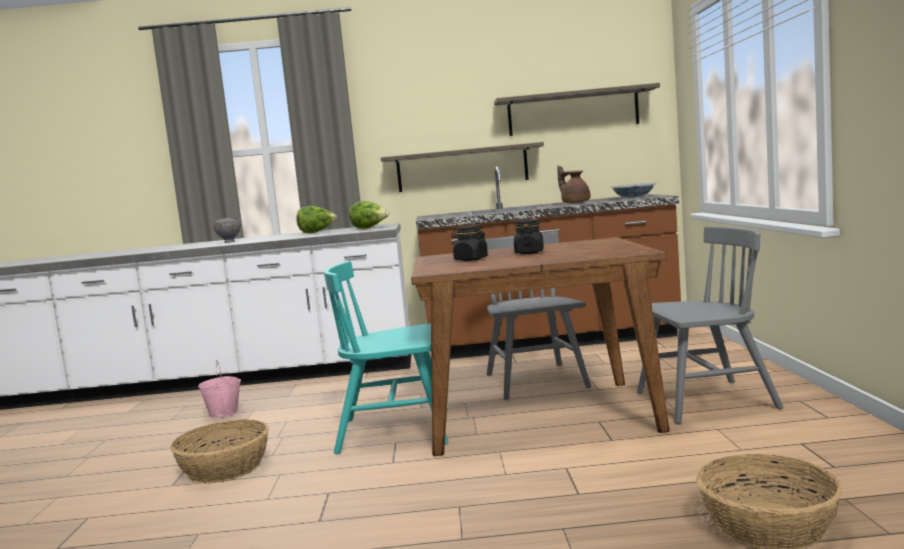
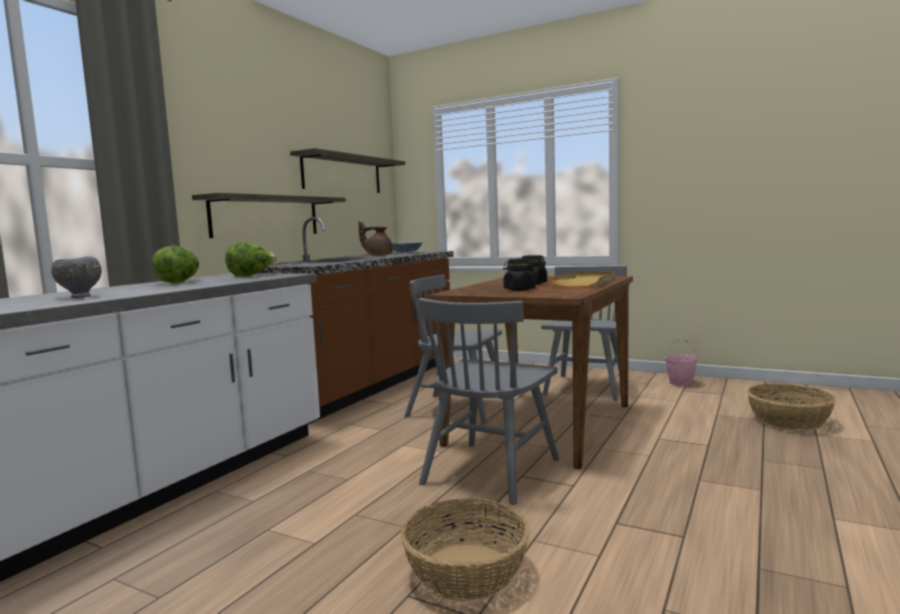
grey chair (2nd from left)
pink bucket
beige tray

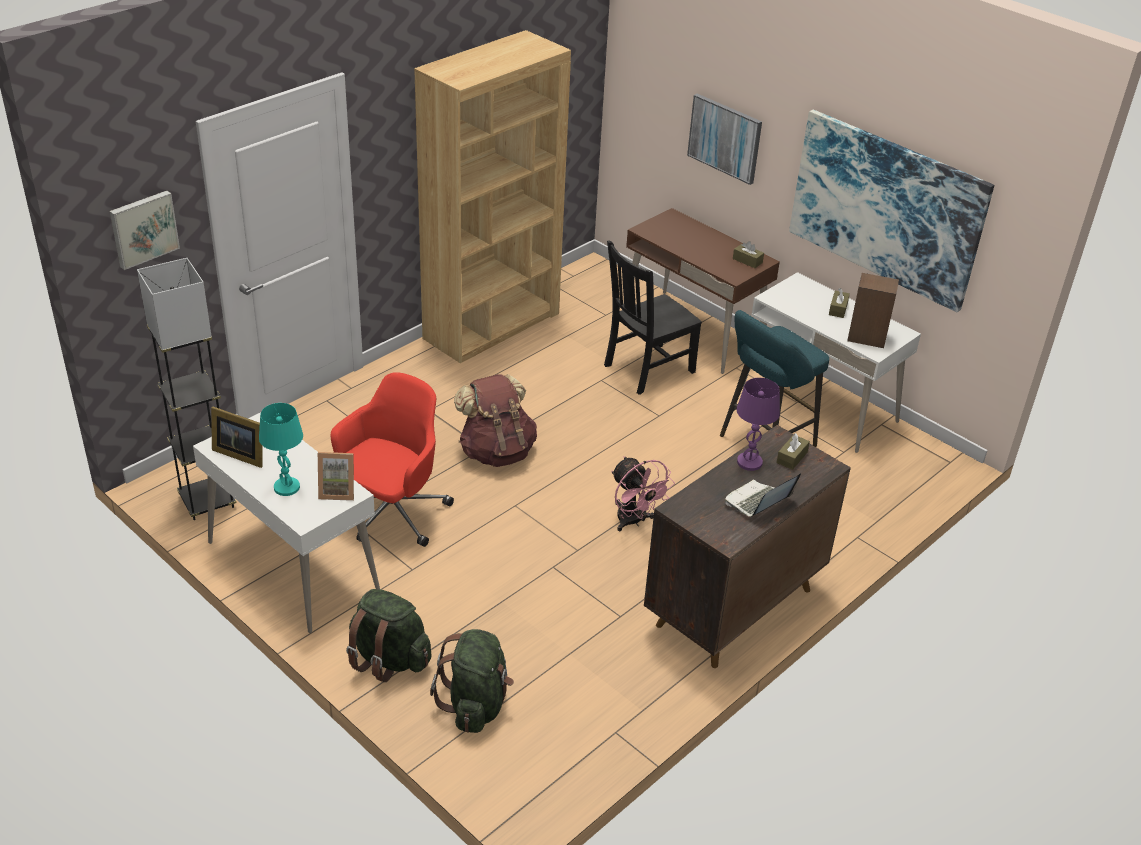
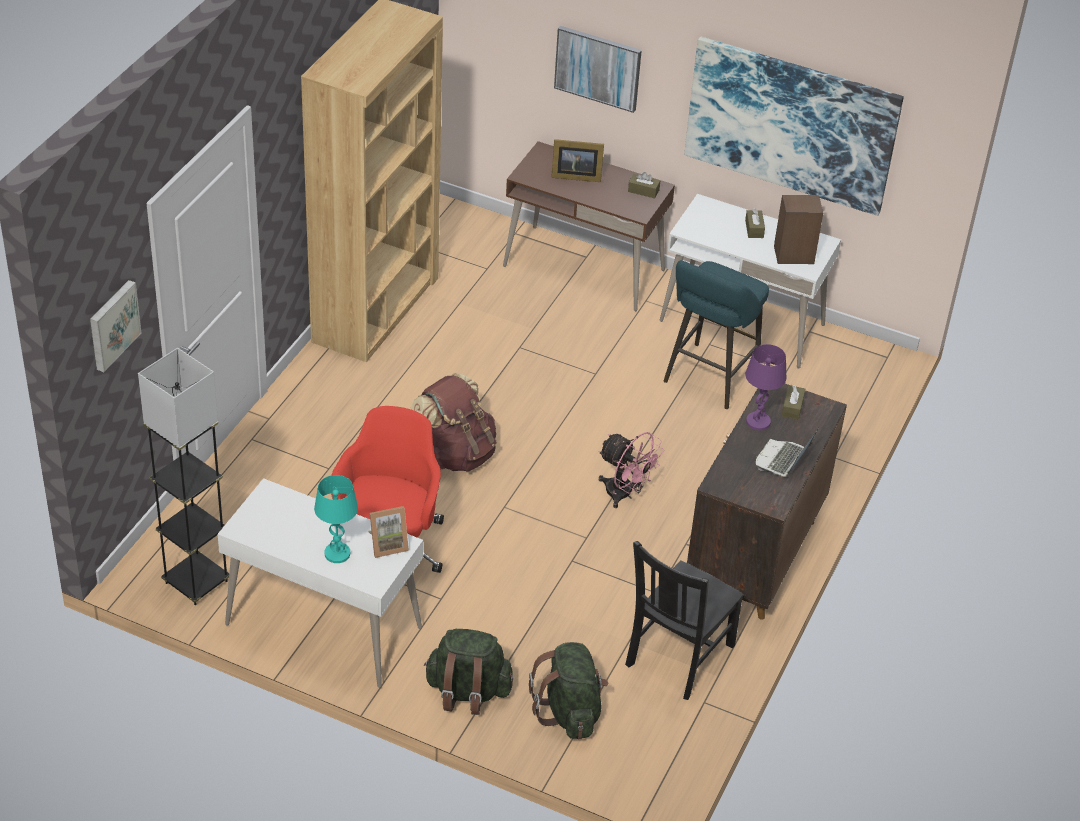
black chair
picture frame (2nd from left)

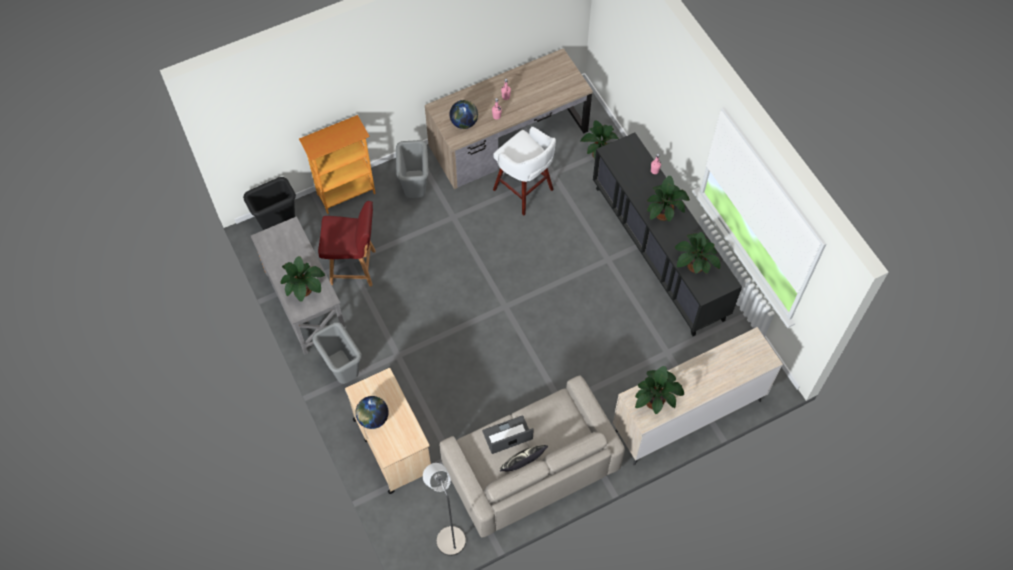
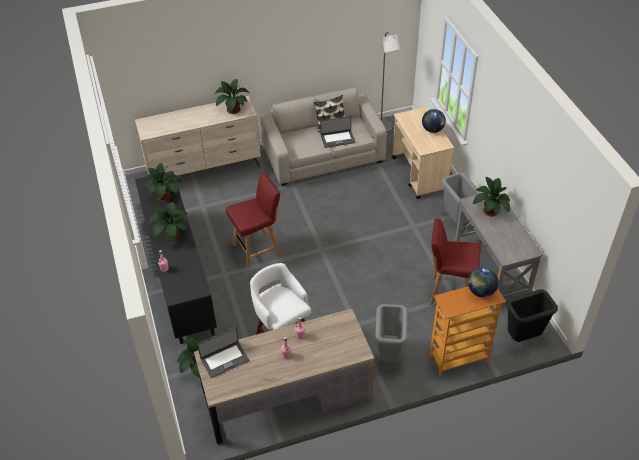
globe (2nd from left)
red chair (1st from left)
laptop (1st from left)

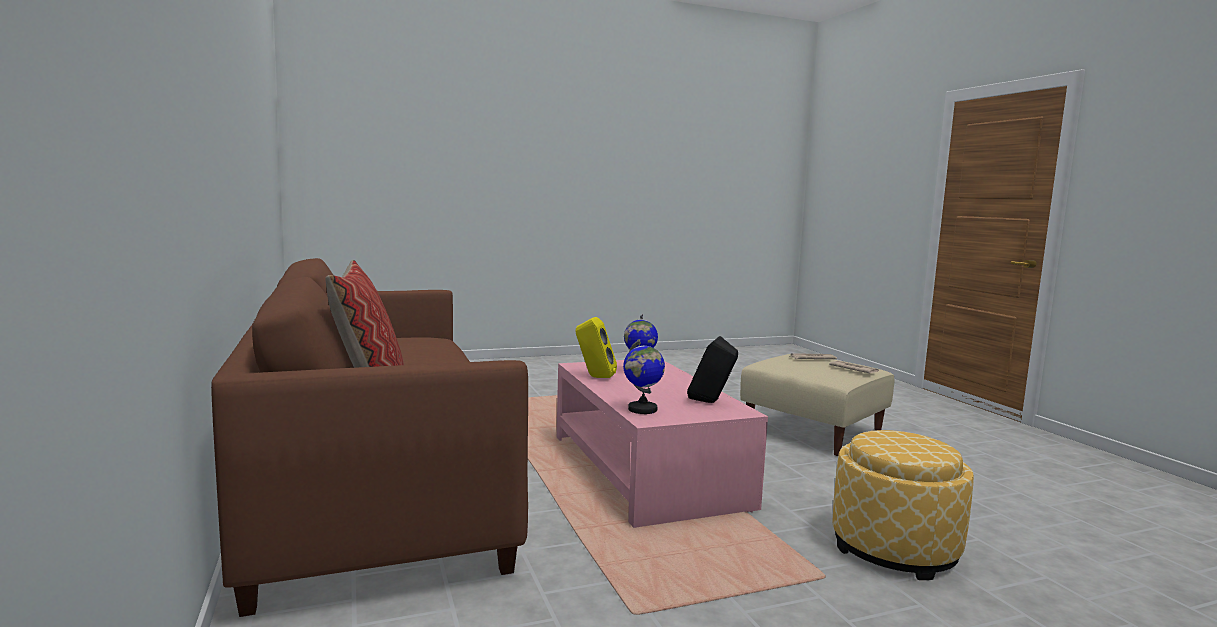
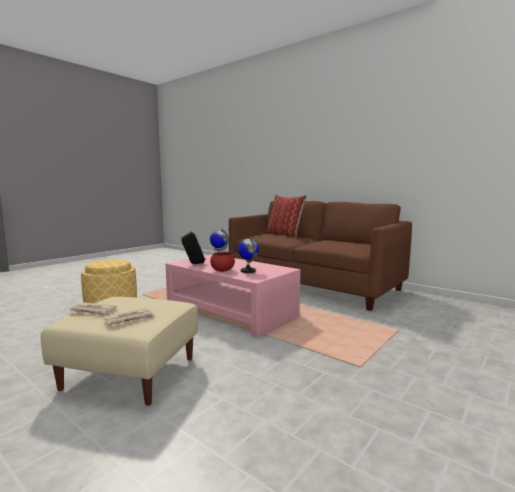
yellow speaker
red bowl

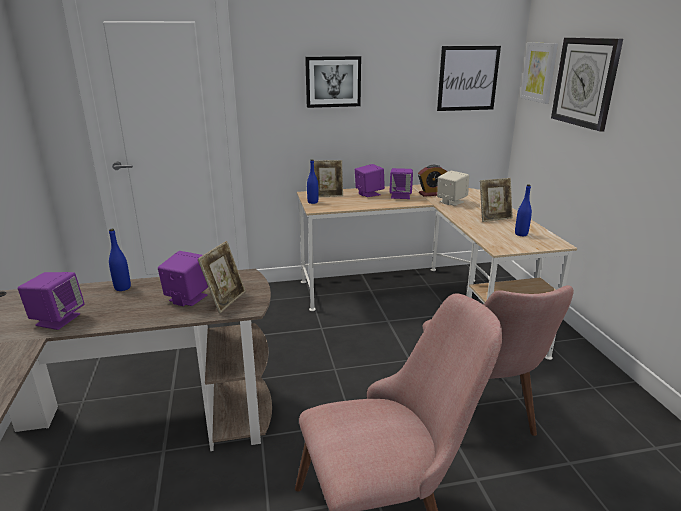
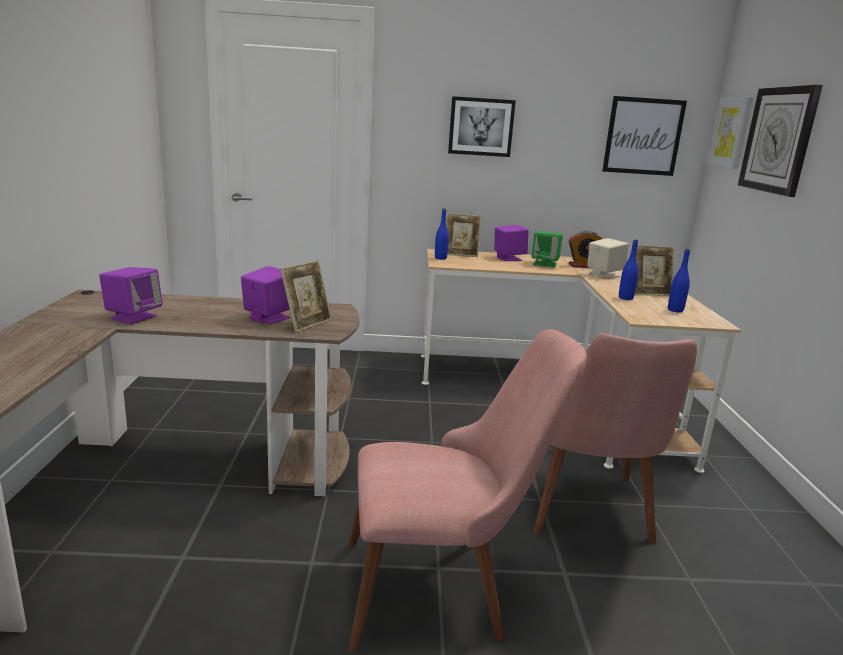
green speaker
blue bottle (2nd from left)

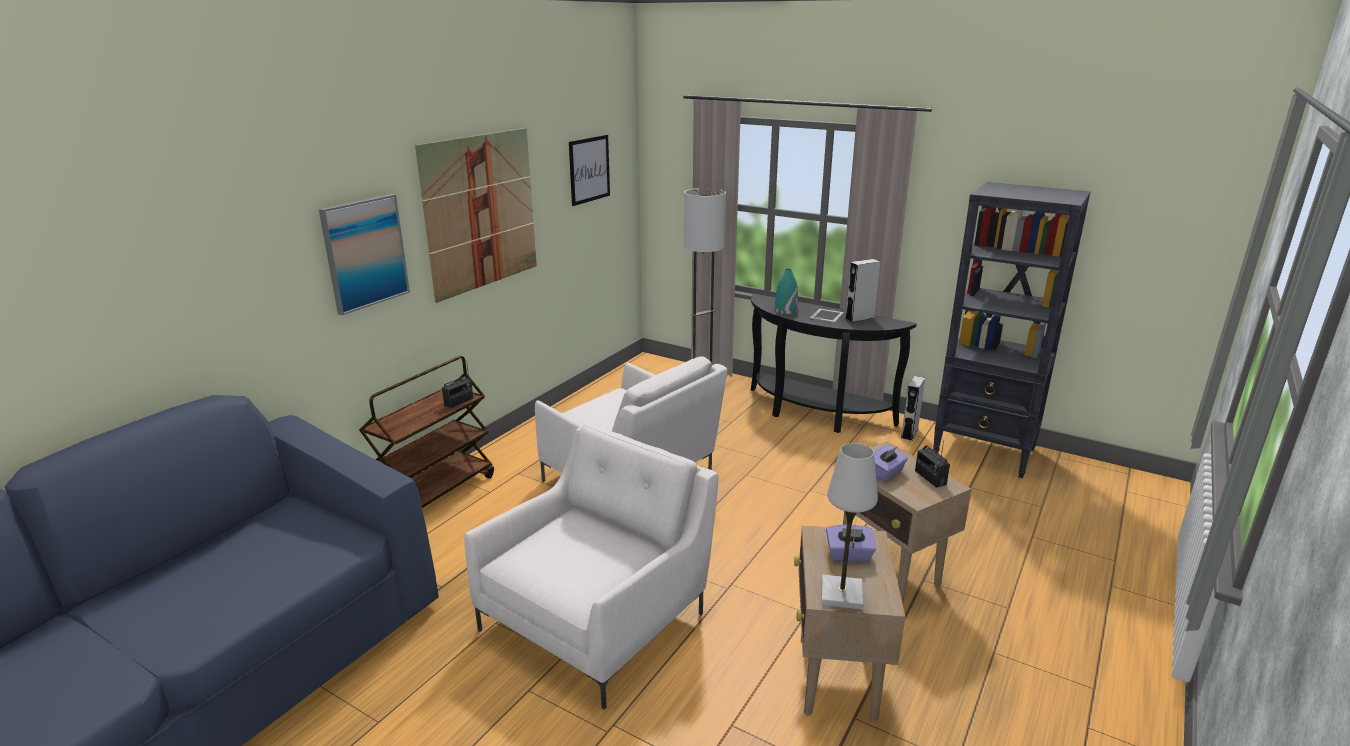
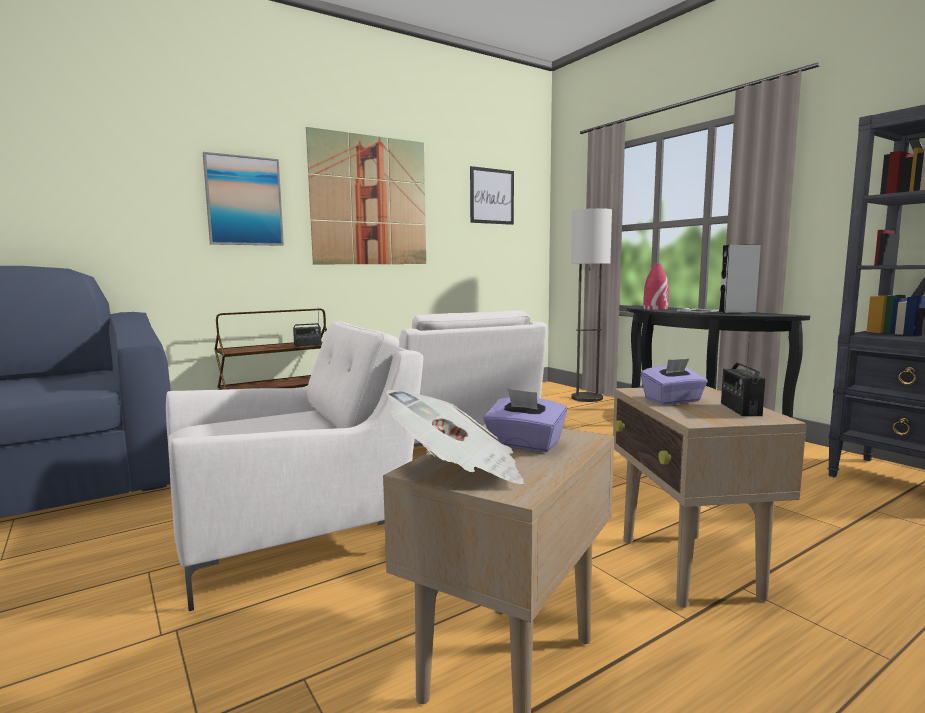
red vase
grey speaker (2nd from left in the first image)
newspaper

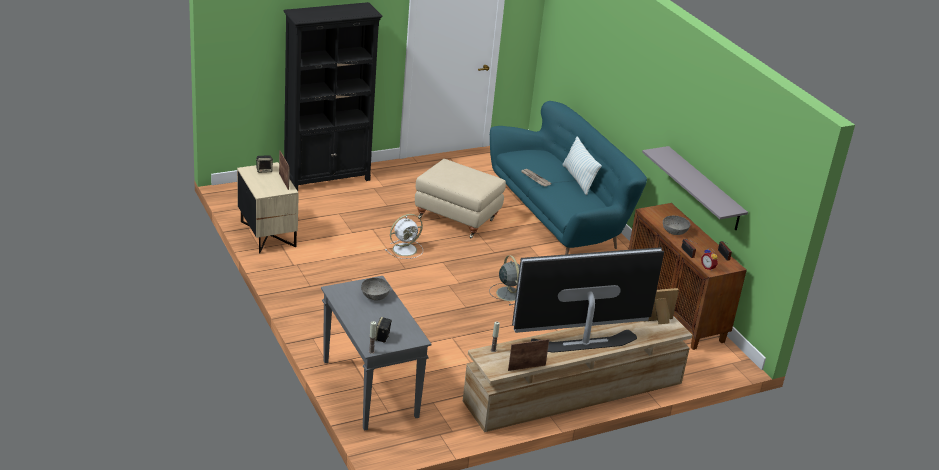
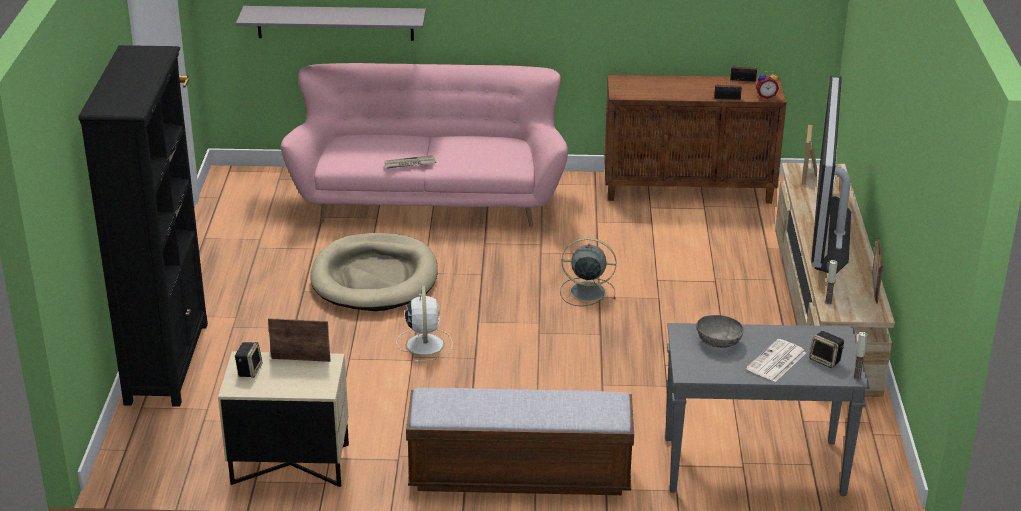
pink sofa
pillow
grey shelf
beige dog bed
grey bowl (2nd from left in the first image)
newspaper (2nd from left)
bench

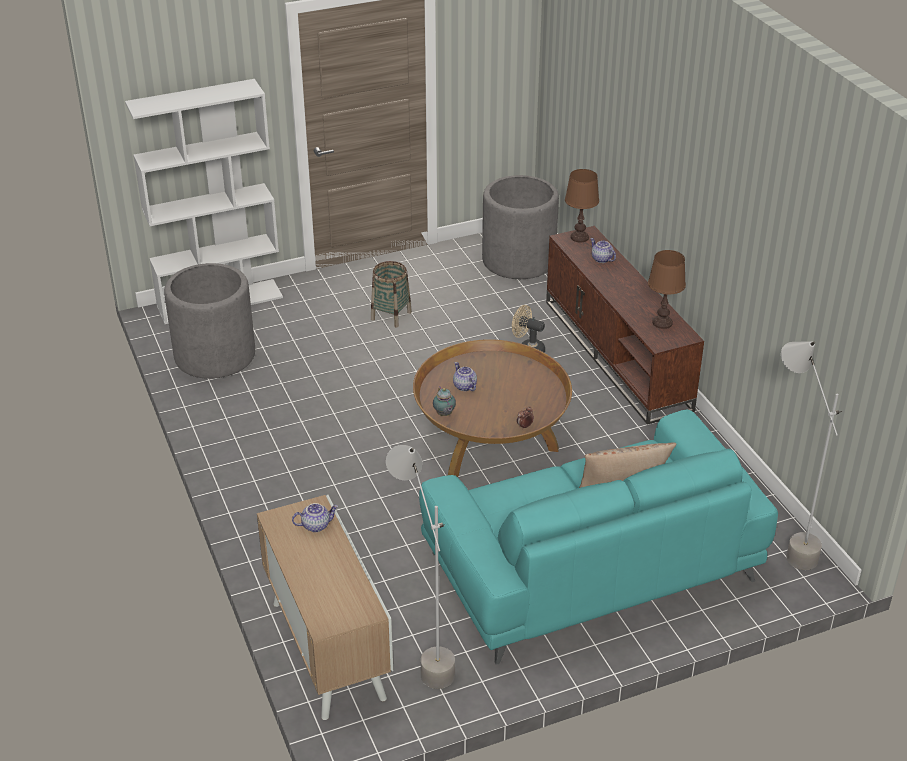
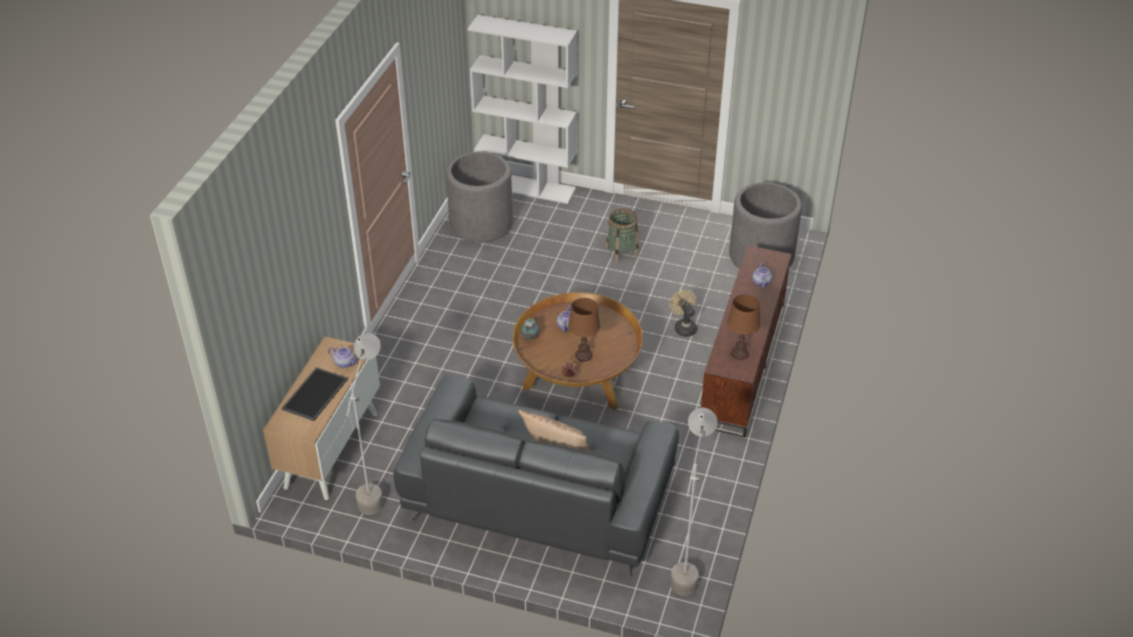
brown table lamp (1st from left)
grey sofa
tray

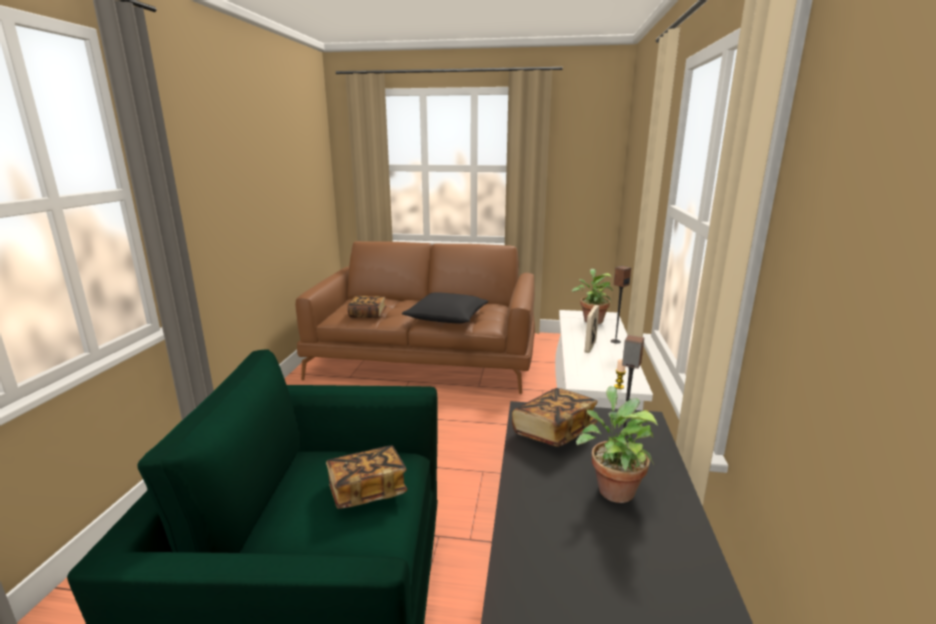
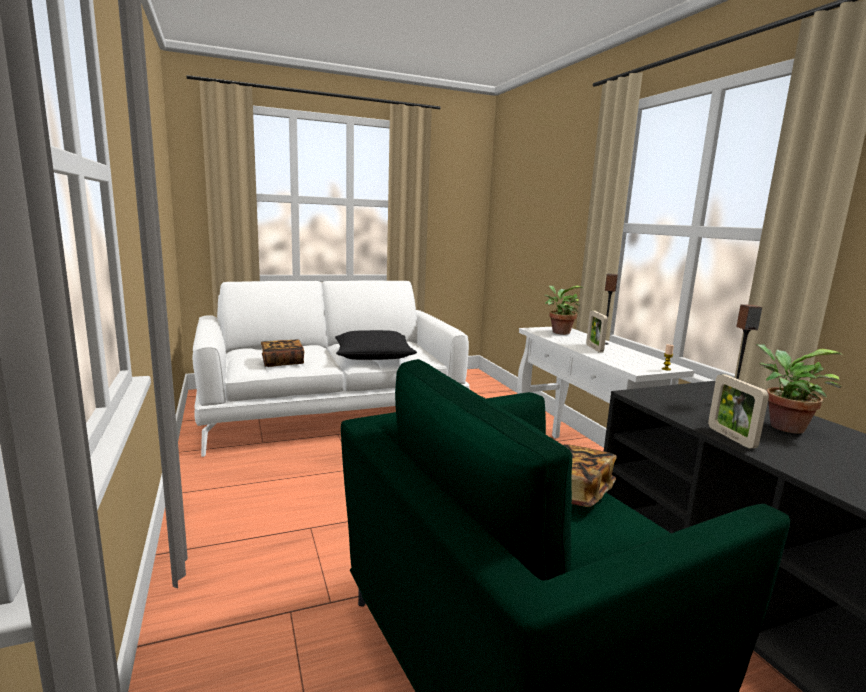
white sofa
book (3rd from left in the first image)
picture frame (2nd from left)

